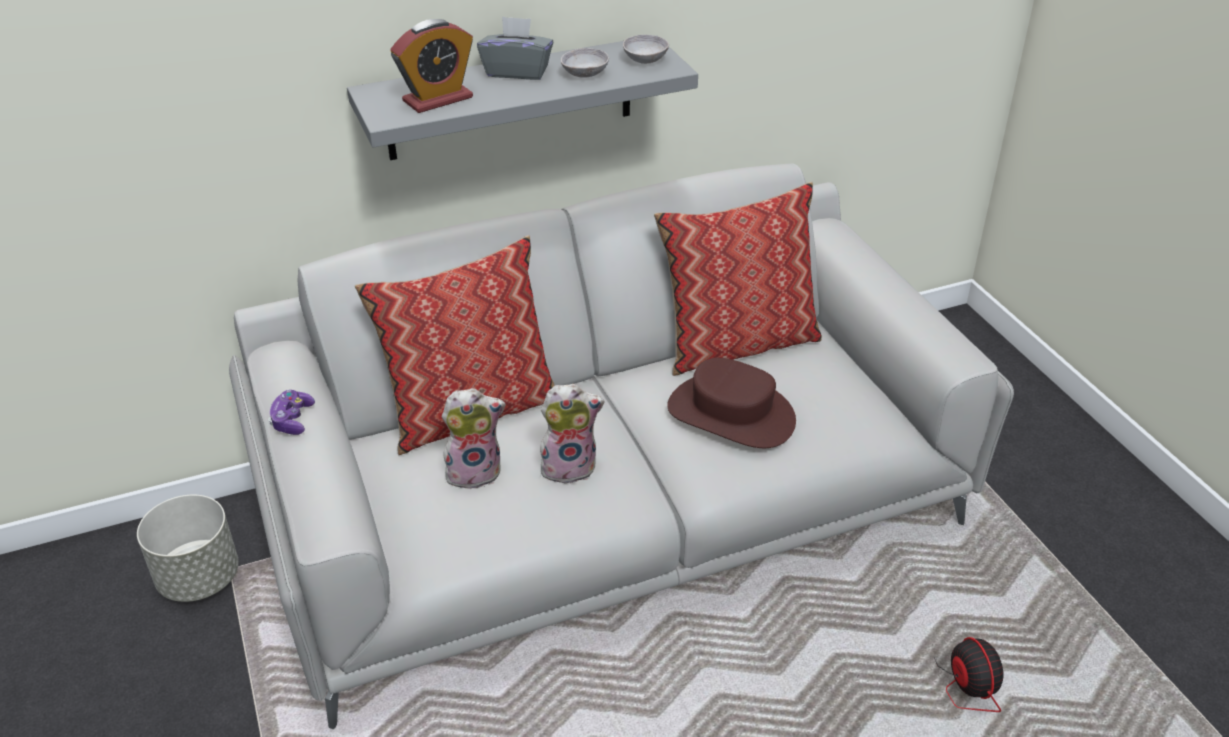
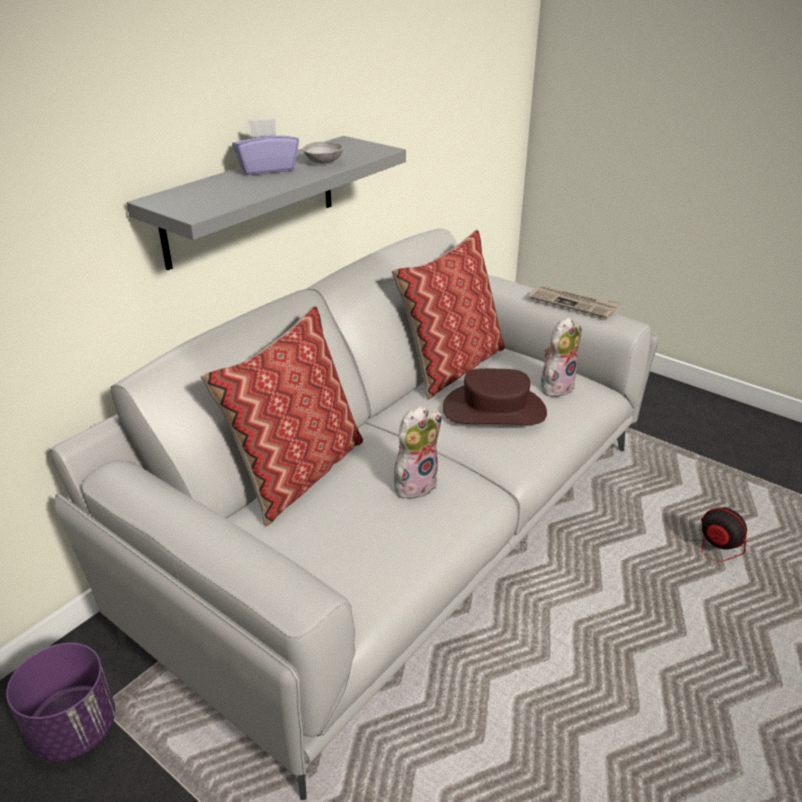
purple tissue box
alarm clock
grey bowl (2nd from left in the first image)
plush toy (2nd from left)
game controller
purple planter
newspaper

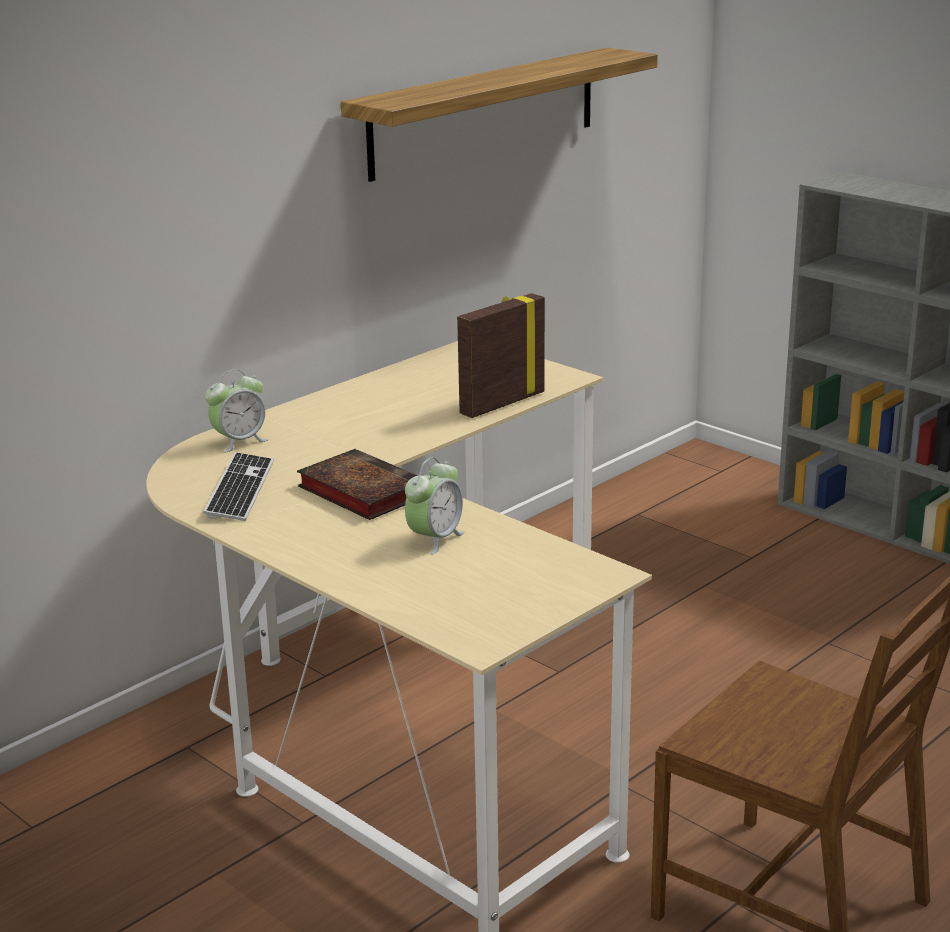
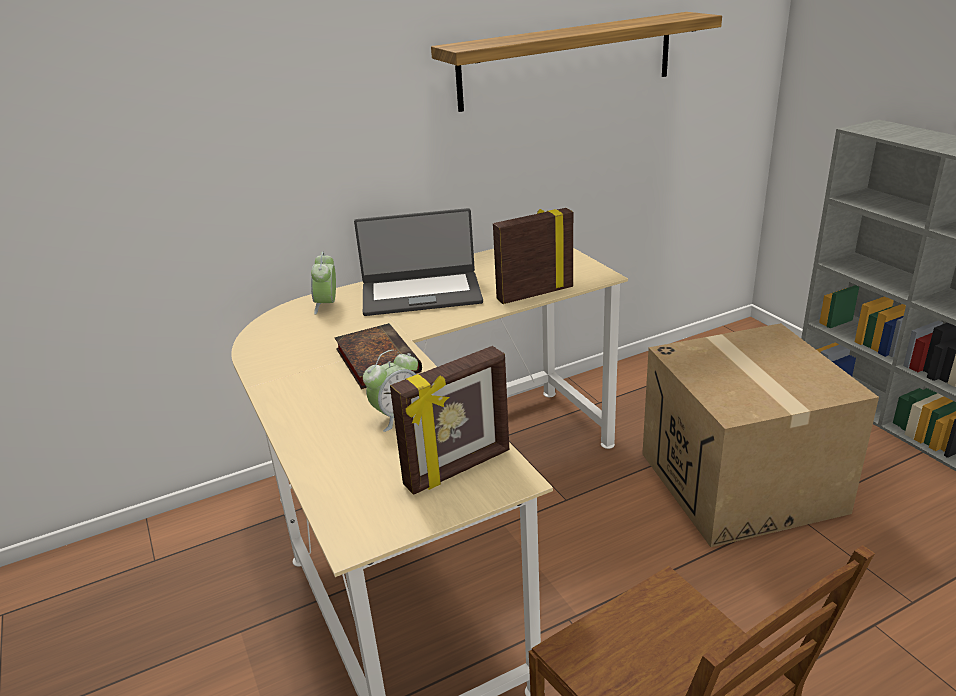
alarm clock (1st from left)
keyboard
laptop
cardboard box
picture frame (1st from left)

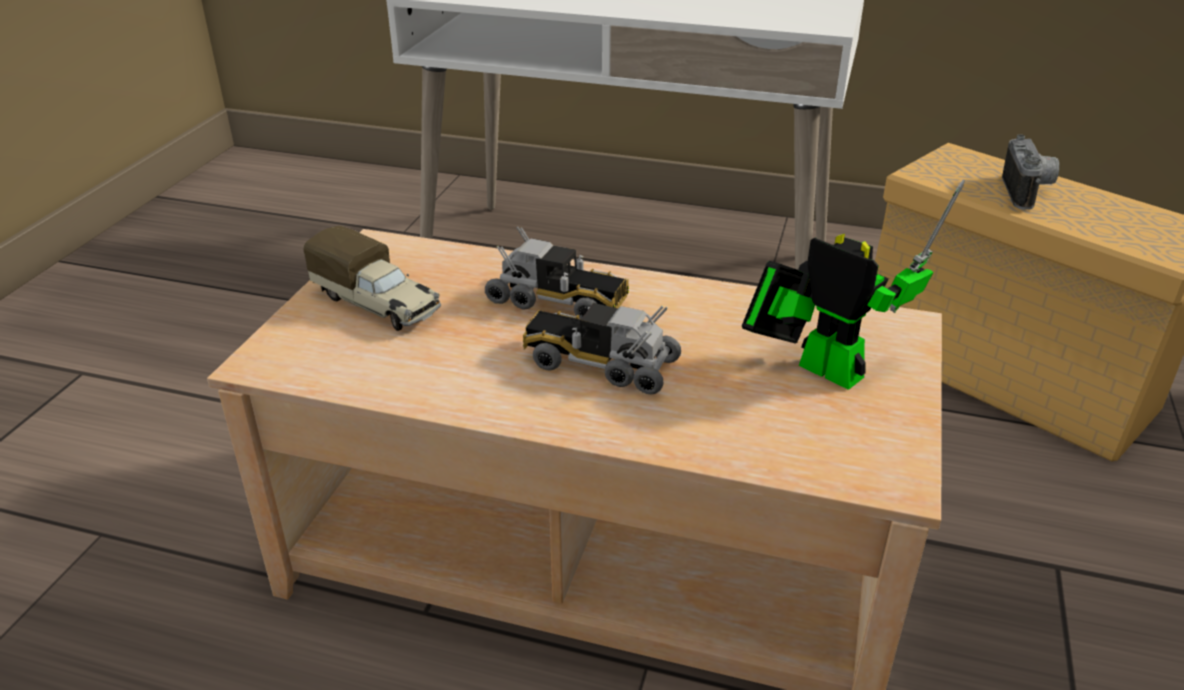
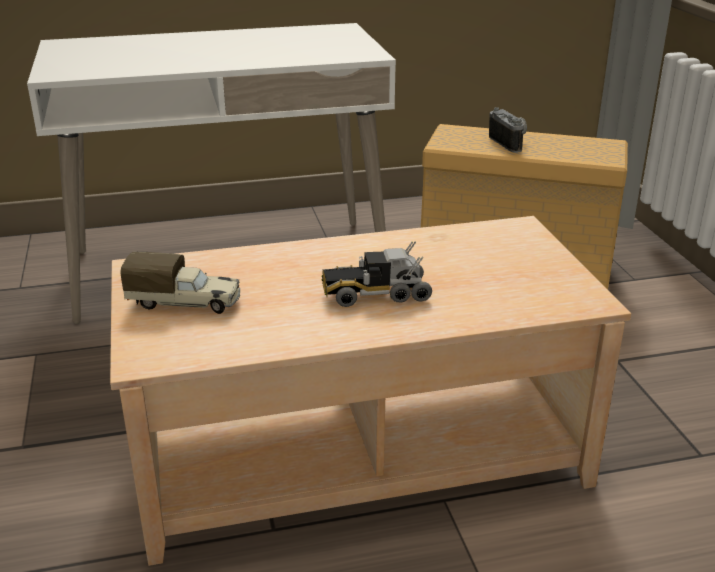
toy robot
toy truck (2nd from left in the first image)

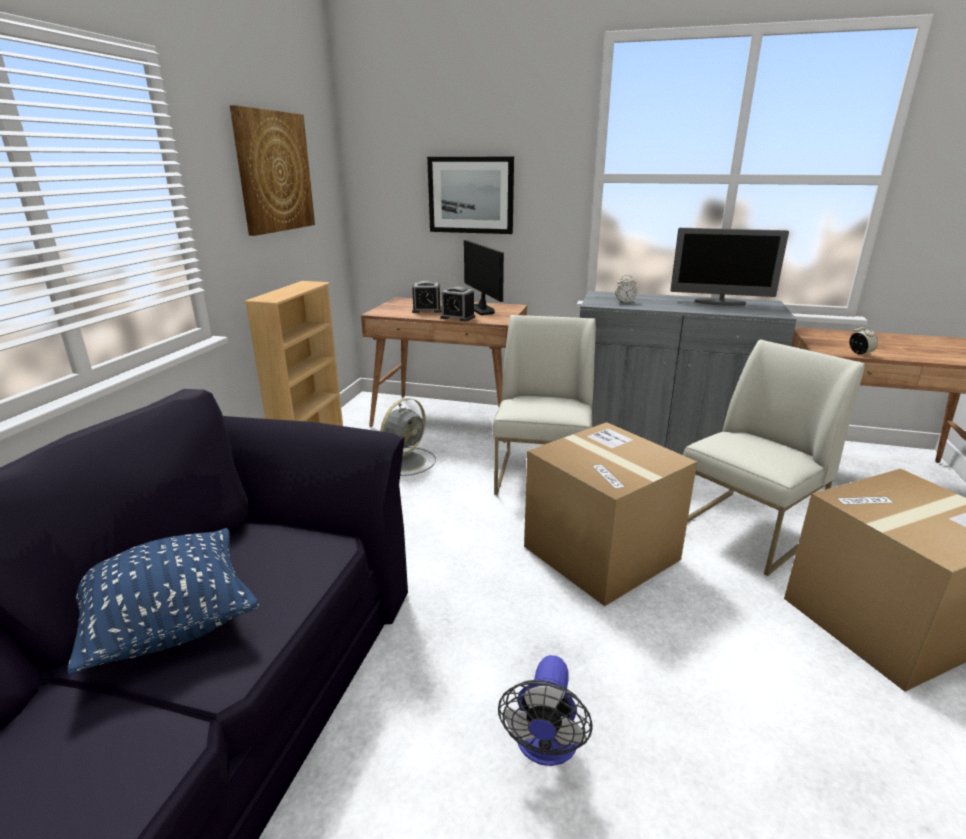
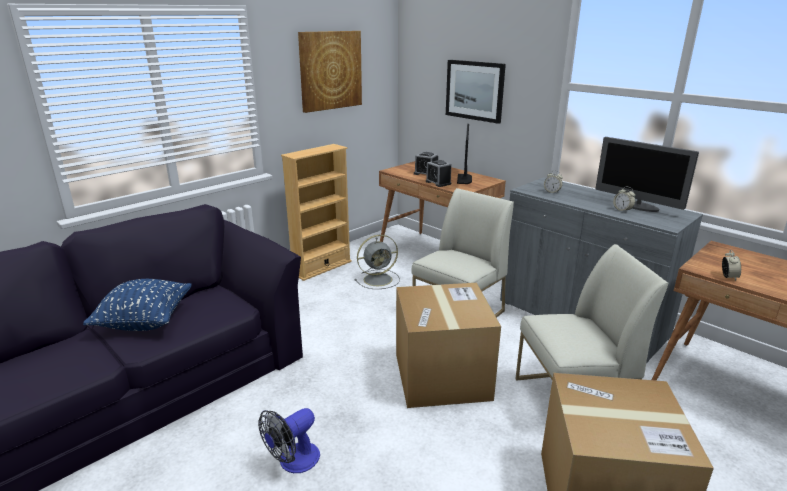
alarm clock (4th from left)

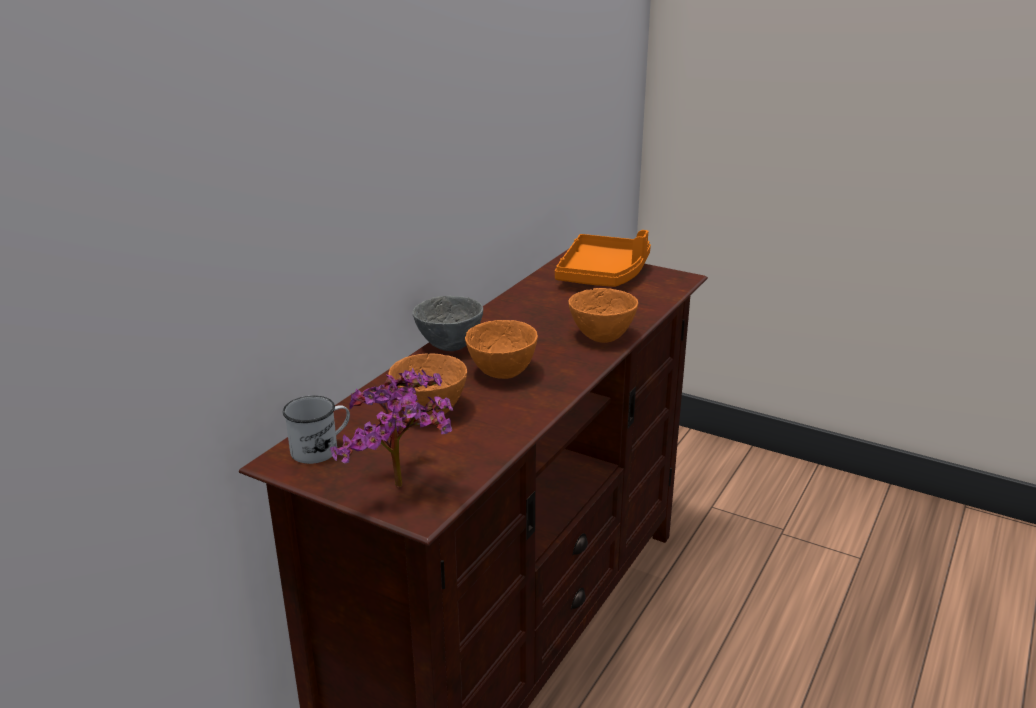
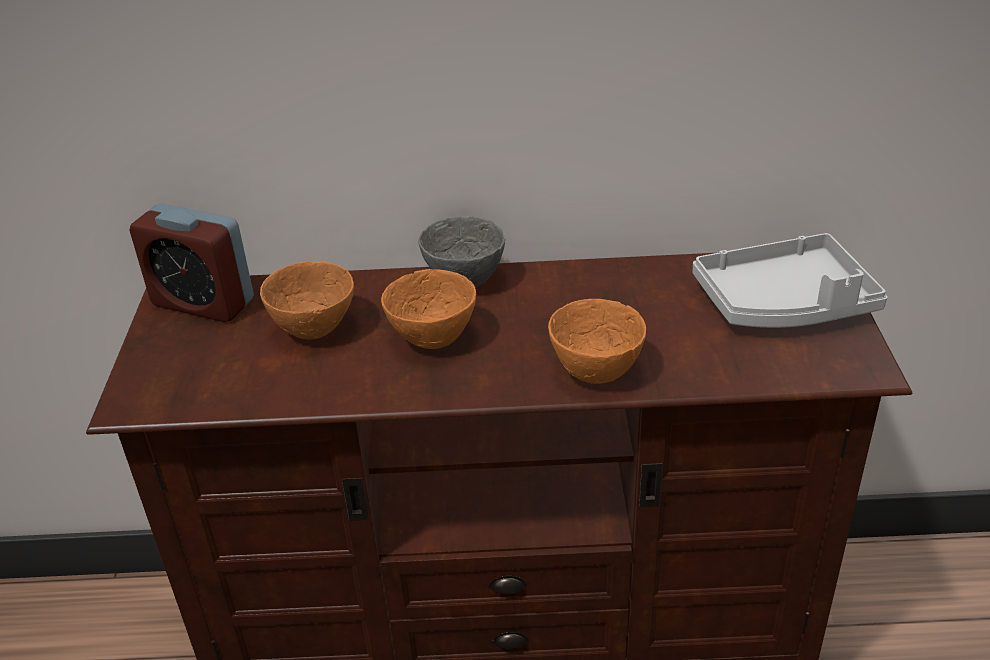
grey tray
potted plant
alarm clock

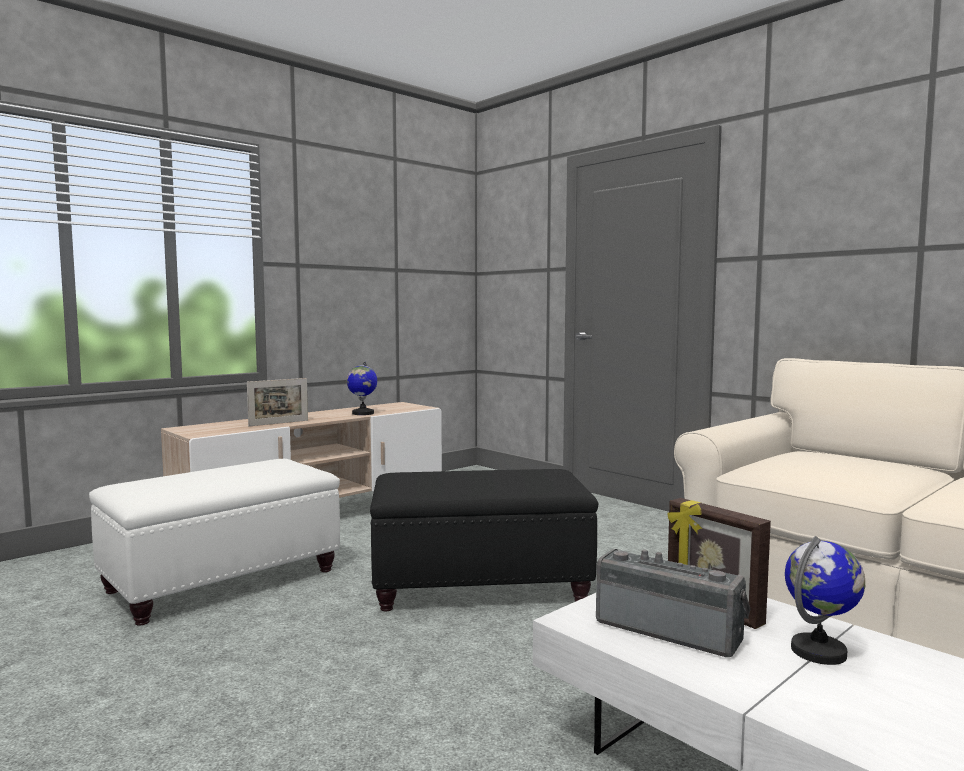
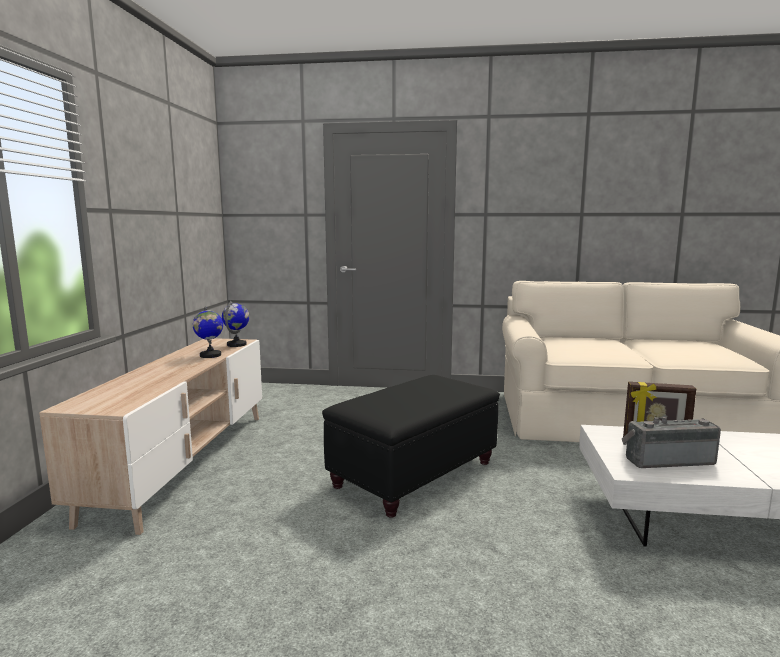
picture frame (1st from left in the first image)
white ottoman
globe (2nd from left)

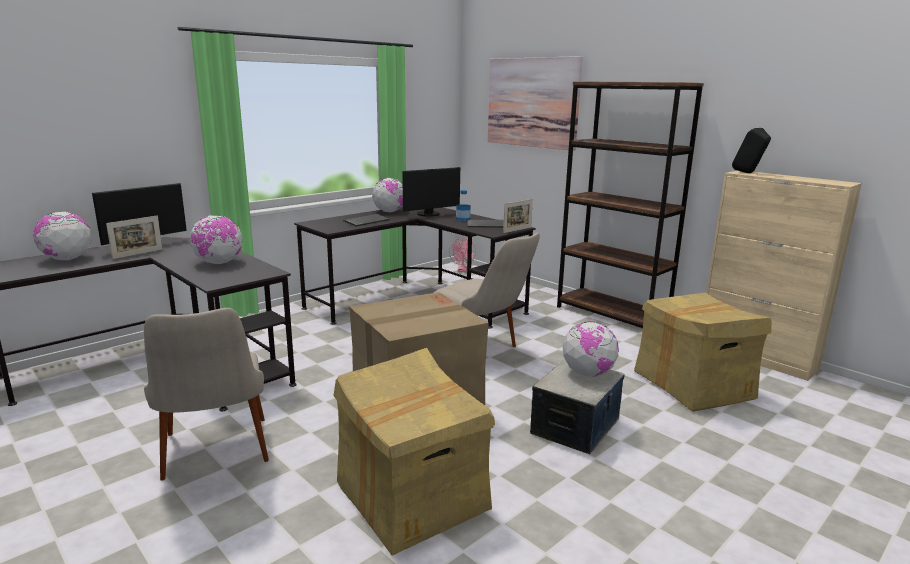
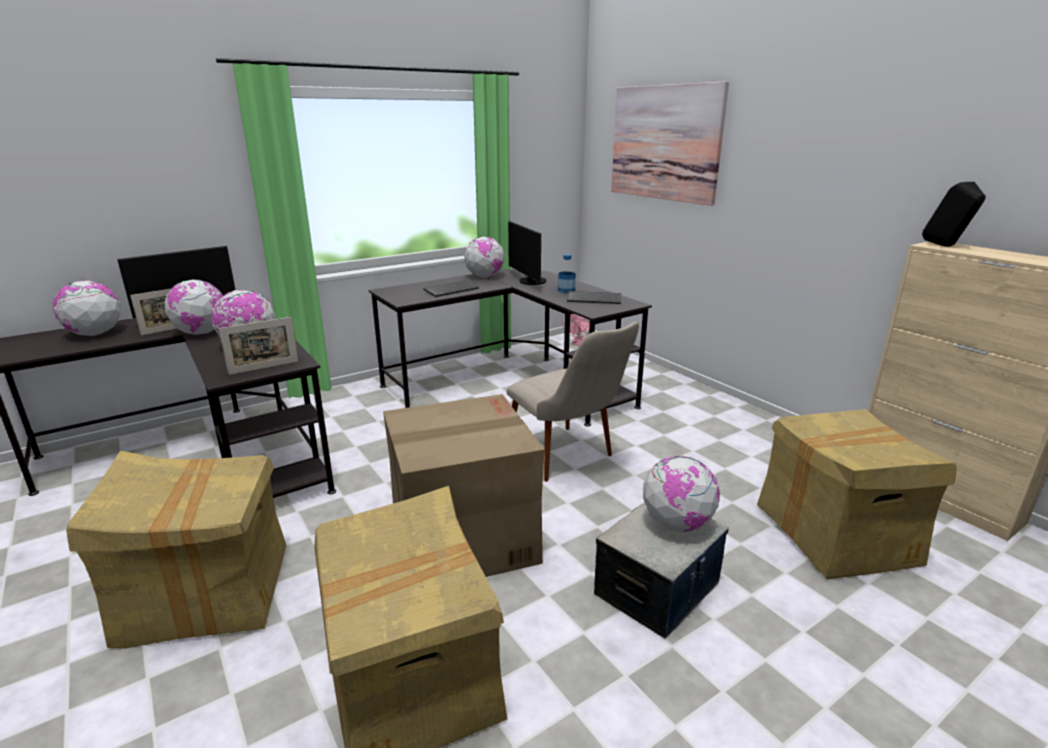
brown bookcase
monitor (2nd from left)
picture frame (2nd from left)
cardboard box (1st from left)
globe (2nd from left)

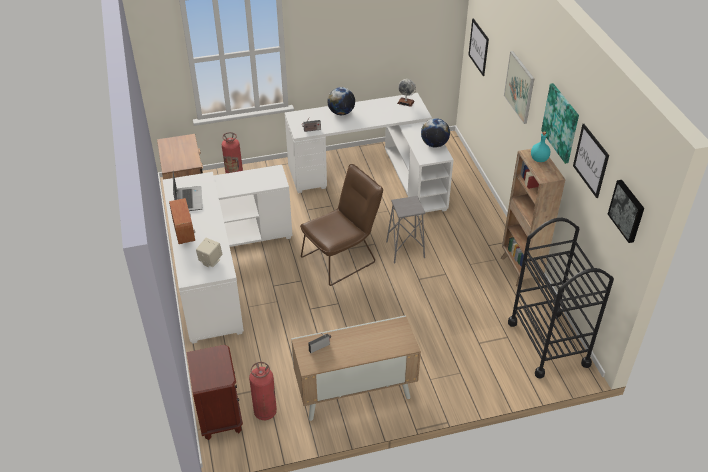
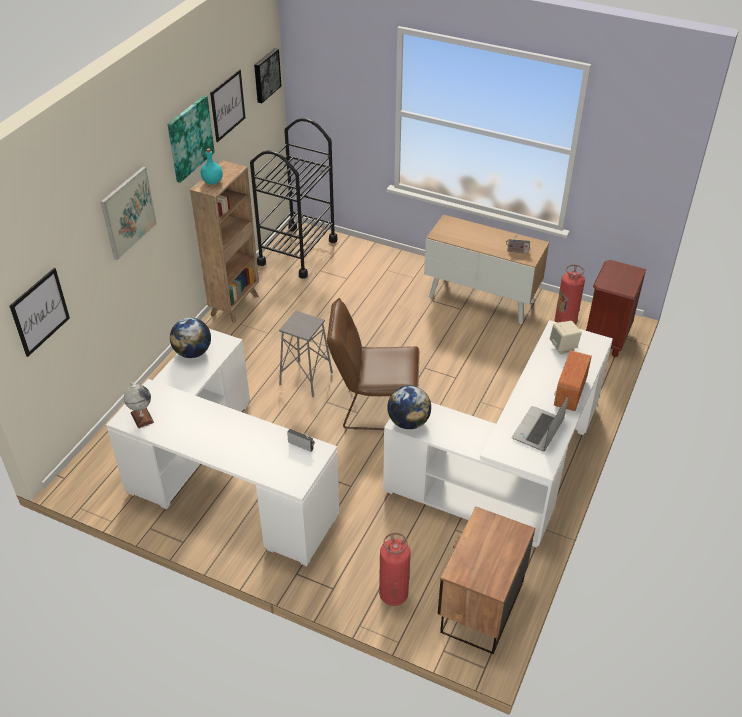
globe (3rd from left)

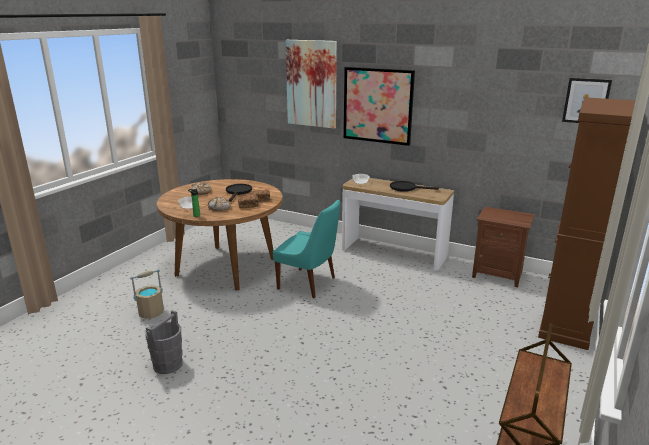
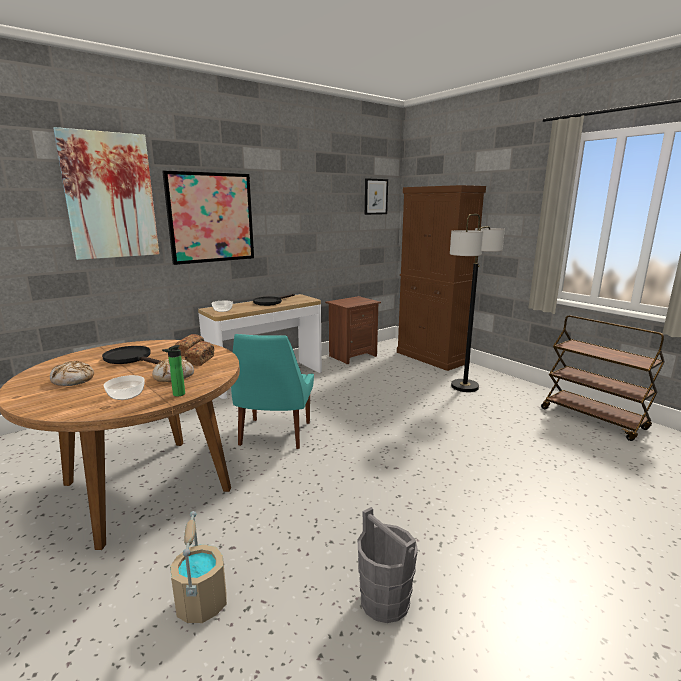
turquoise chair
floor lamp

